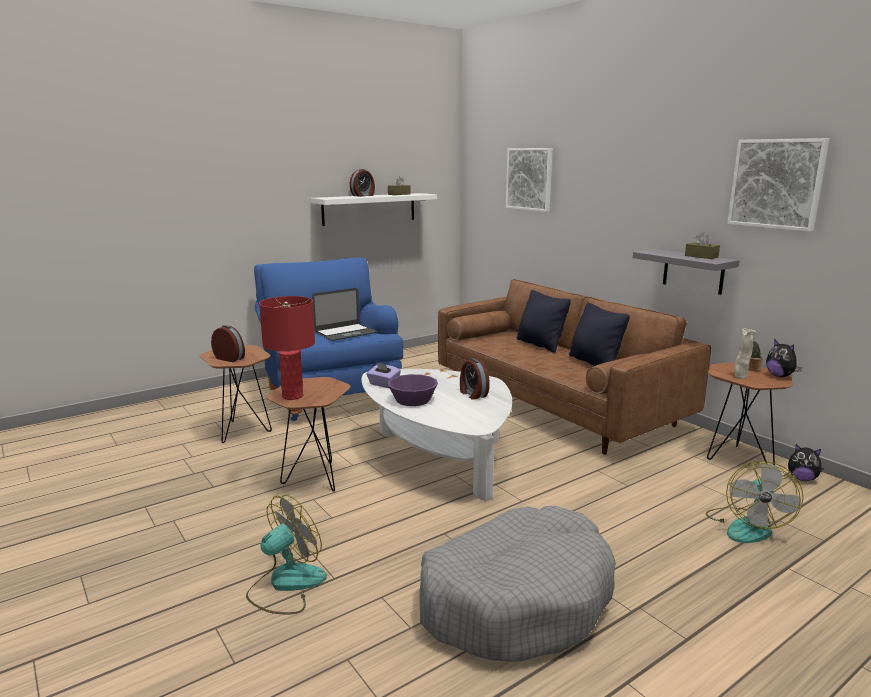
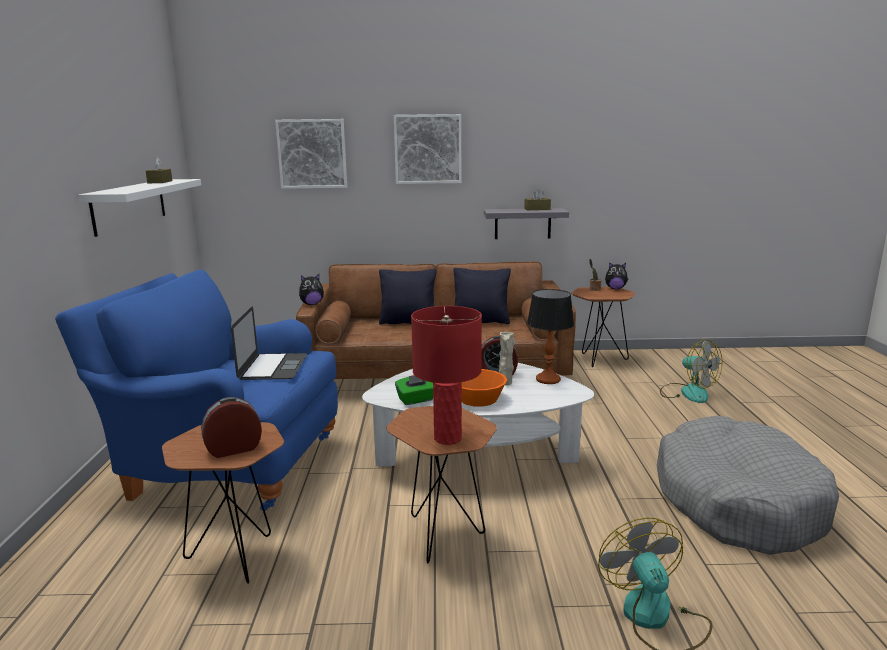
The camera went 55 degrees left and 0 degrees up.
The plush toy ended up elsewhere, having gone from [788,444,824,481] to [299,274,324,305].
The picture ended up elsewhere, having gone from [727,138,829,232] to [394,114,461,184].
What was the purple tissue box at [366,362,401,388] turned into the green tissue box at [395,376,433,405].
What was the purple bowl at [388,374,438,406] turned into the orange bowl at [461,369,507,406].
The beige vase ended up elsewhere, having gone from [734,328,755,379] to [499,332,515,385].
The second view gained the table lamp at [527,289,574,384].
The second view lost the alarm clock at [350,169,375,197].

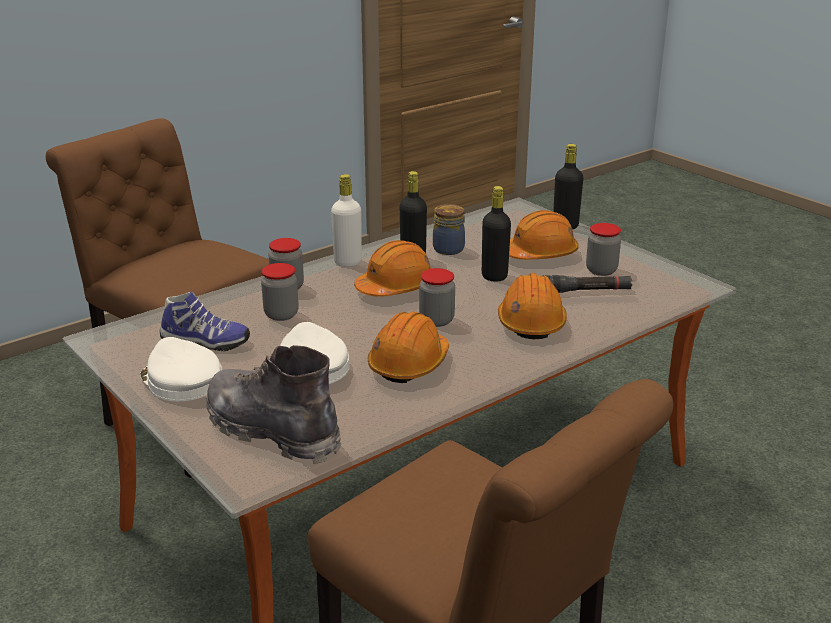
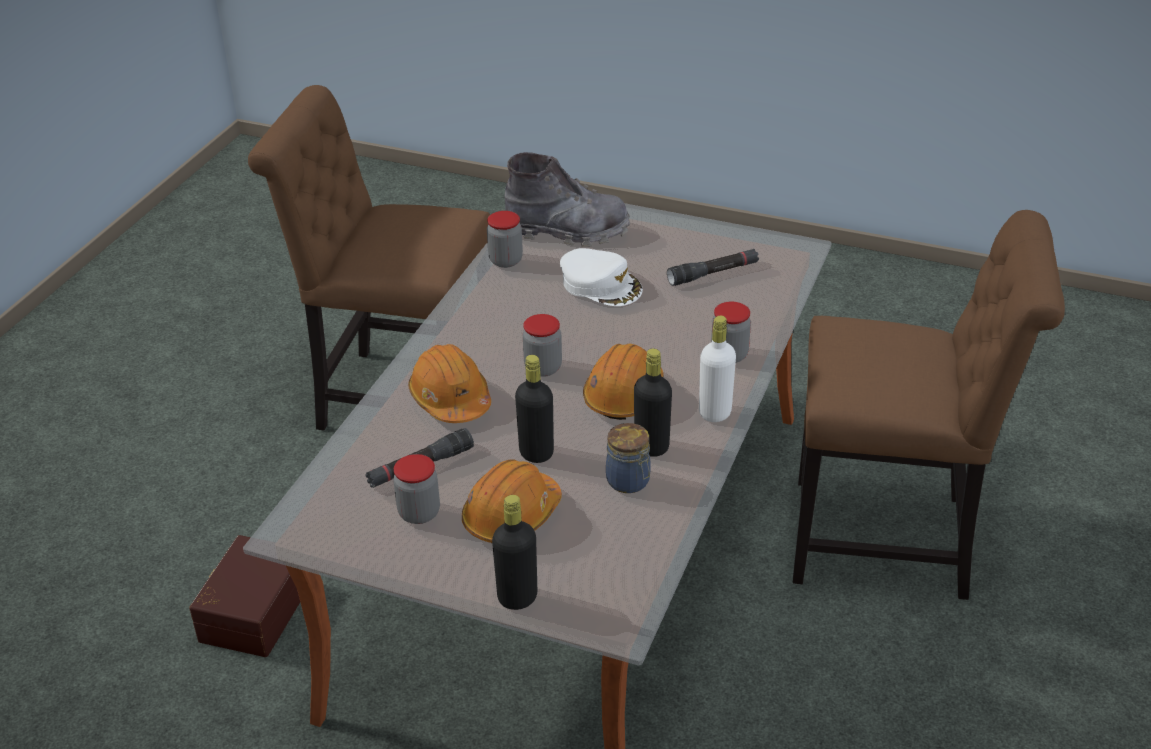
The camera went 150 degrees right and 10 degrees up.
The second view gained the brown storage box at [189,535,300,657].
The jar ended up elsewhere, having gone from [261,263,299,321] to [487,211,523,268].
Where the shoe stood at [160,291,250,351], the black flashlight came to stand at [667,249,759,286].
The second view lost the white cap at [140,337,222,401].
The second view lost the orange hard hat at [368,312,449,383].

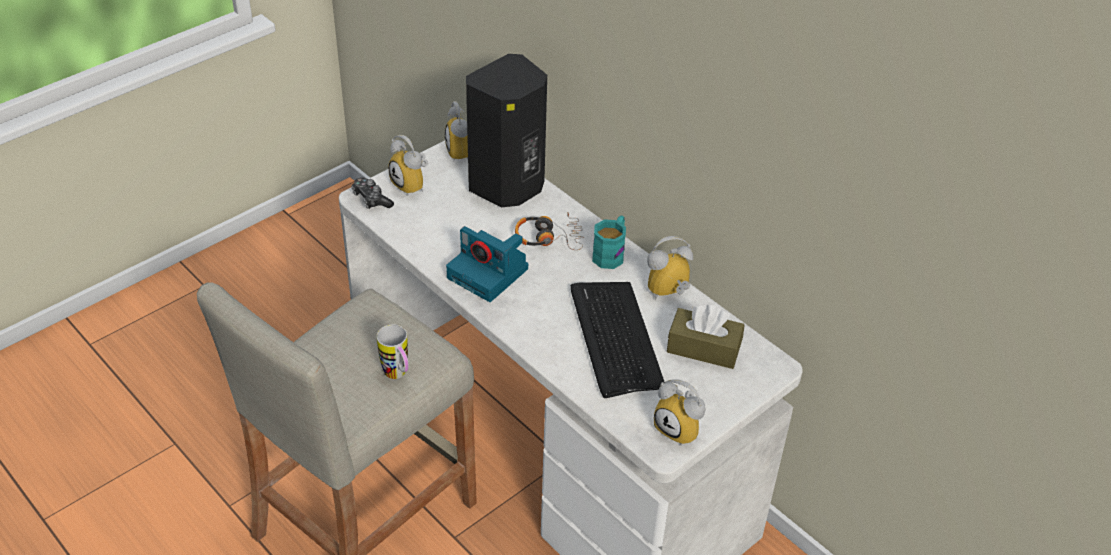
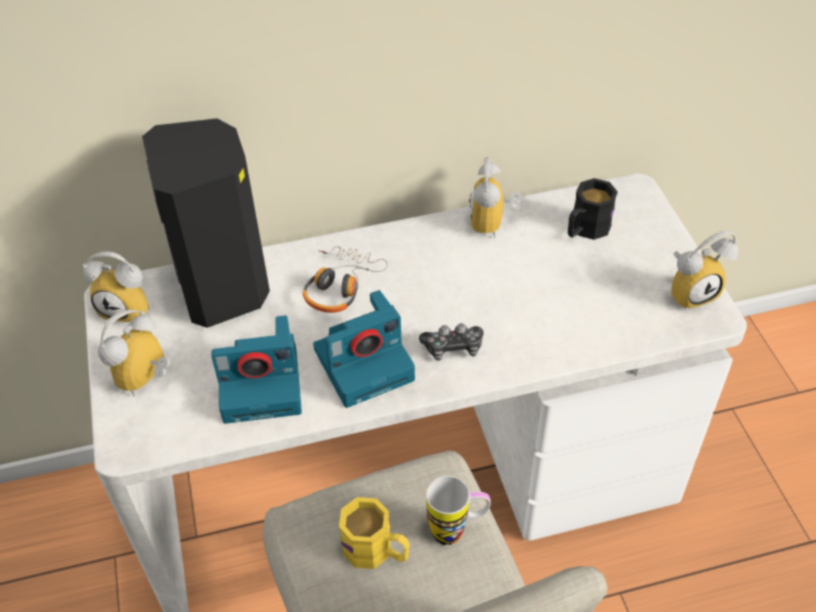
The camera went 60 degrees left and 5 degrees up.
The alarm clock at [388,135,428,195] ended up facing another way, 135 degrees clockwise from before.
The second view gained the photo camera at [212,315,302,424].
The second view gained the yellow mug at [339,497,410,569].
The game controller ended up elsewhere, having gone from [351,177,394,209] to [419,323,484,361].
Where the brown tissue box stood at [667,305,745,369], the black mug came to stand at [568,178,618,240].
The second view lost the keyboard at [571,282,664,398].
The second view lost the turquoise mug at [592,216,626,269].

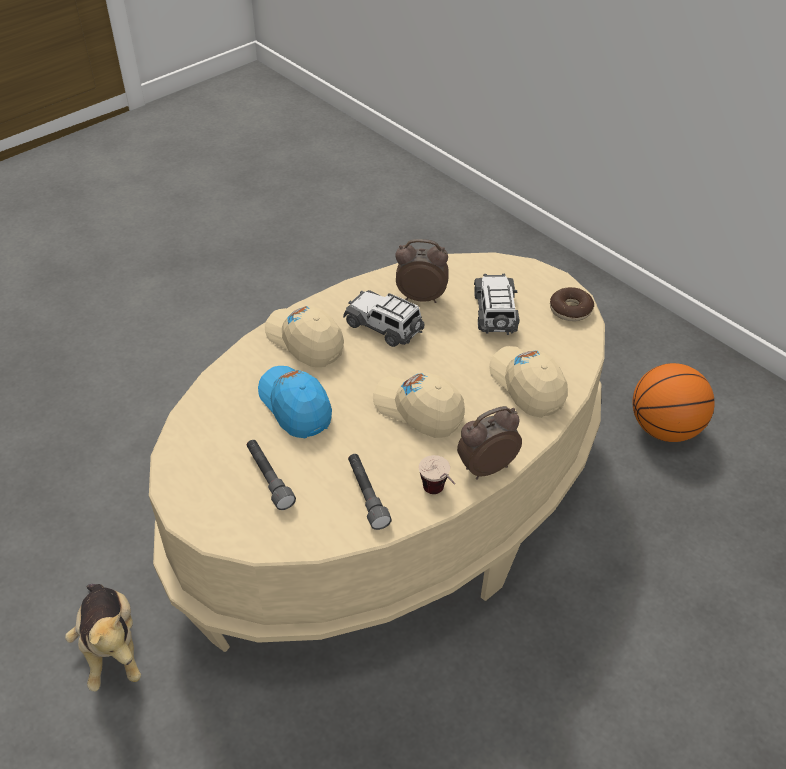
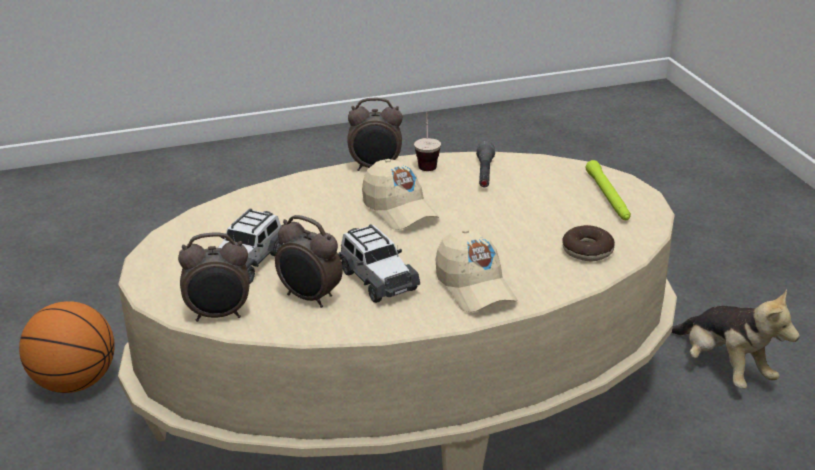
The camera went 155 degrees left and 15 degrees down.
The second view gained the alarm clock at [178,232,250,322].
The donut ended up elsewhere, having gone from [550,287,594,321] to [562,225,615,261].
The second view gained the green flashlight at [585,160,631,220].
The plush toy at [65,584,141,692] ended up facing another way, 150 degrees clockwise from before.
The second view lost the grey flashlight at [247,440,296,510].
The second view lost the blue cap at [258,366,332,438].
The second view lost the beige cap at [489,346,568,418].

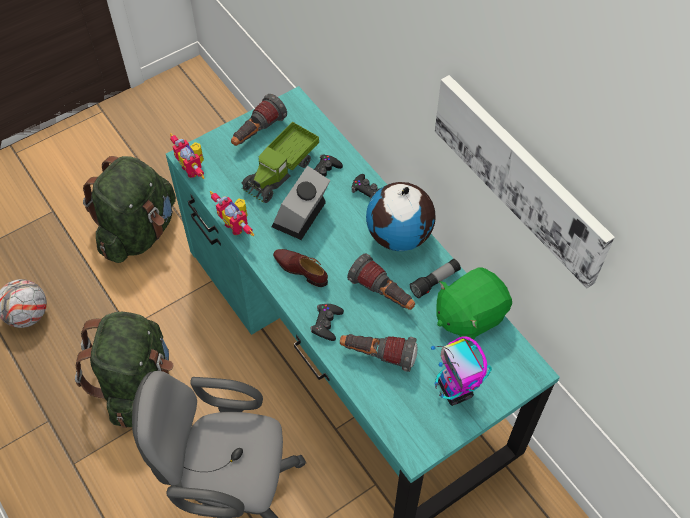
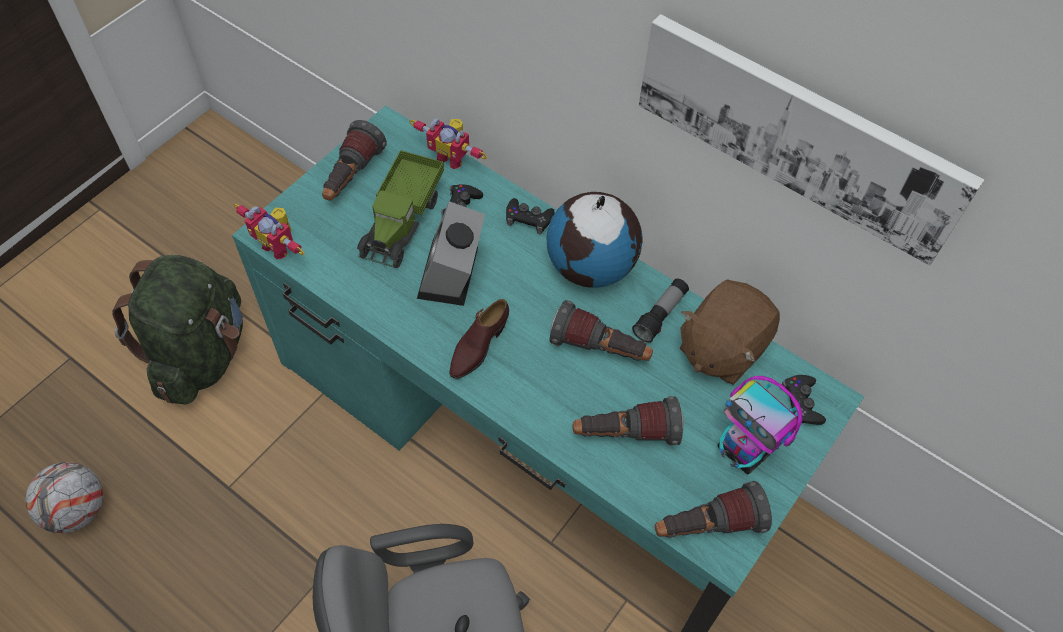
The camera went 20 degrees left and 0 degrees up.
The toy robot ended up elsewhere, having gone from [210,191,254,236] to [410,118,487,169].
The brown shoe at [273,249,328,287] ended up facing another way, 75 degrees counterclockwise from before.
The second view gained the flashlight at [655,481,772,538].
What was the green plush toy at [436,267,512,342] turned into the brown plush toy at [680,279,780,385].
The black game controller ended up elsewhere, having gone from [310,304,344,341] to [781,375,826,425].
The second view lost the green backpack at [75,312,174,428].

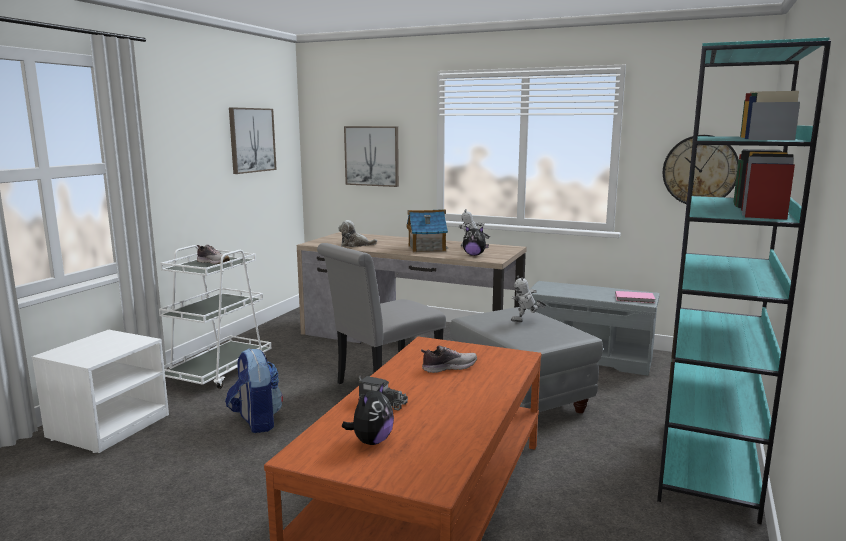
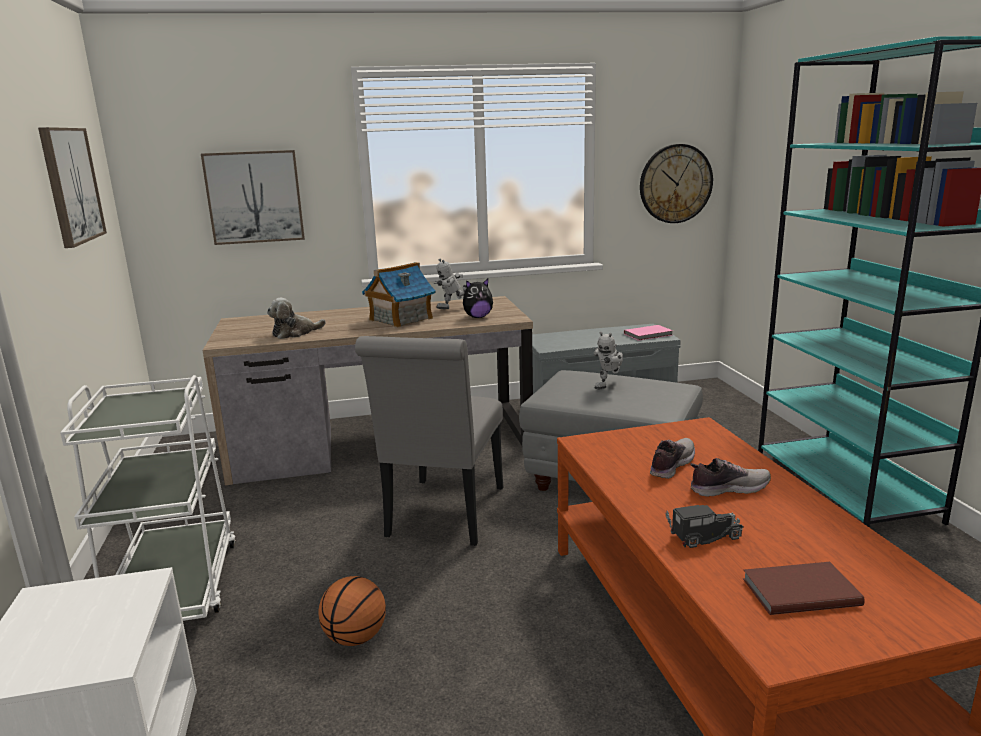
The camera went 35 degrees left and 5 degrees up.
Where the backpack stood at [225,348,283,433], the basketball came to stand at [319,576,386,646].
The shoe ended up elsewhere, having gone from [197,245,230,264] to [690,458,771,497].
Where the plush toy stood at [342,383,394,445], the brown book came to stand at [743,562,865,615].

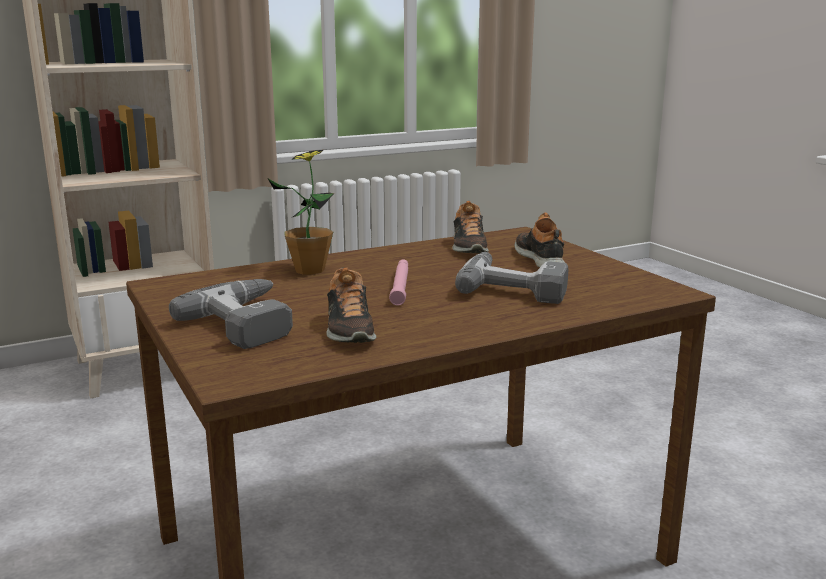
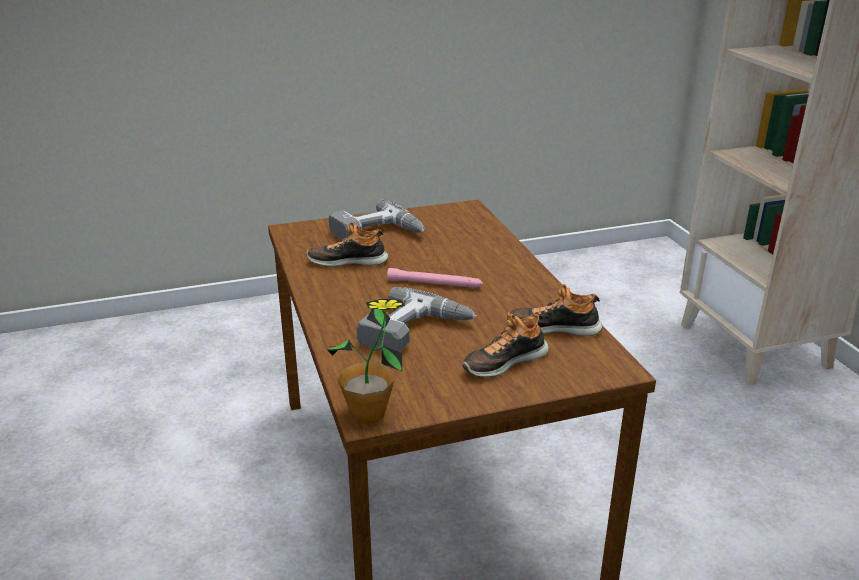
The camera went 100 degrees right and 10 degrees up.
The potted plant ended up elsewhere, having gone from [268,150,334,275] to [327,299,405,425].
The shoe at [515,212,565,268] ended up facing another way, 150 degrees clockwise from before.

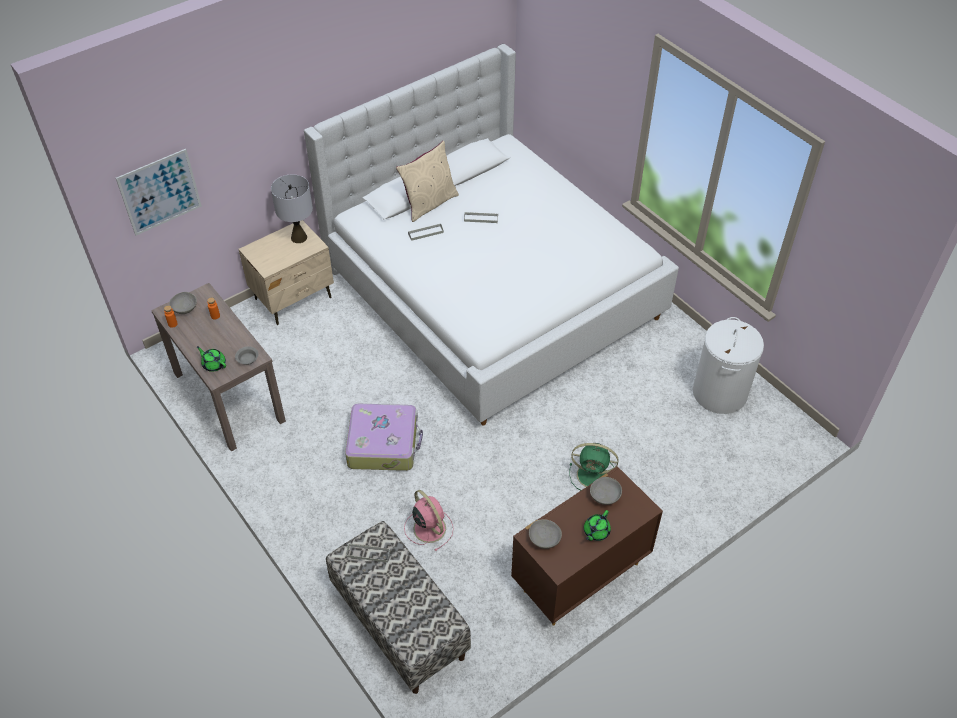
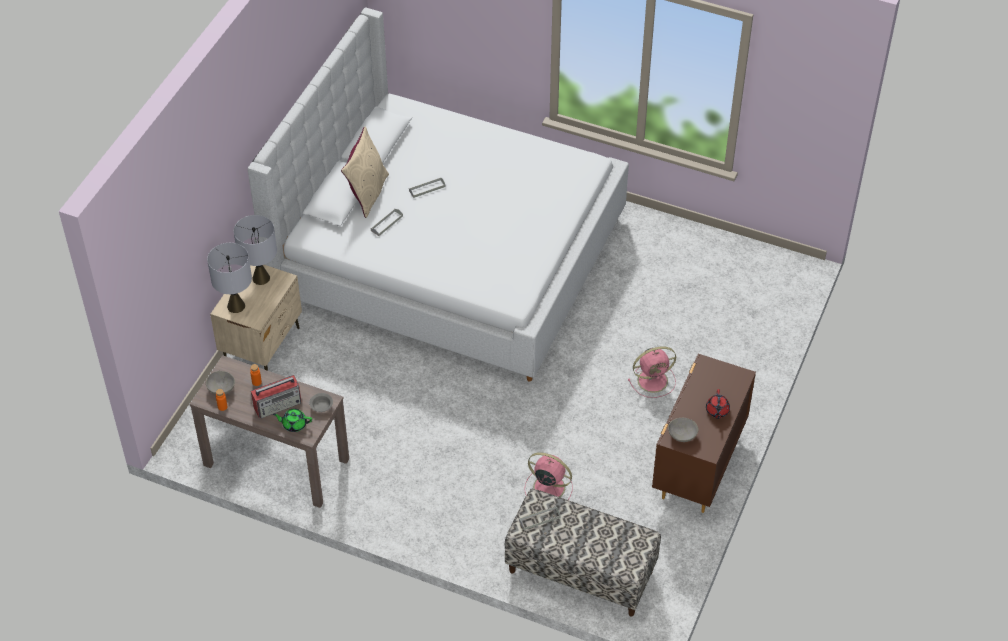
The camera went 30 degrees left and 0 degrees up.
The second view gained the grey table lamp at [207,243,252,313].
The second view gained the radio at [251,375,302,418].
What was the green fan at [569,443,619,490] turned into the pink fan at [628,346,676,398].
What was the green teapot at [584,510,611,541] turned into the red teapot at [706,389,730,419].
The second view lost the picture at [116,149,202,235].
The second view lost the suitcase at [345,404,423,471].
The second view lost the grey bowl at [590,477,622,505].
The second view lost the white laundry basket at [693,317,764,414].

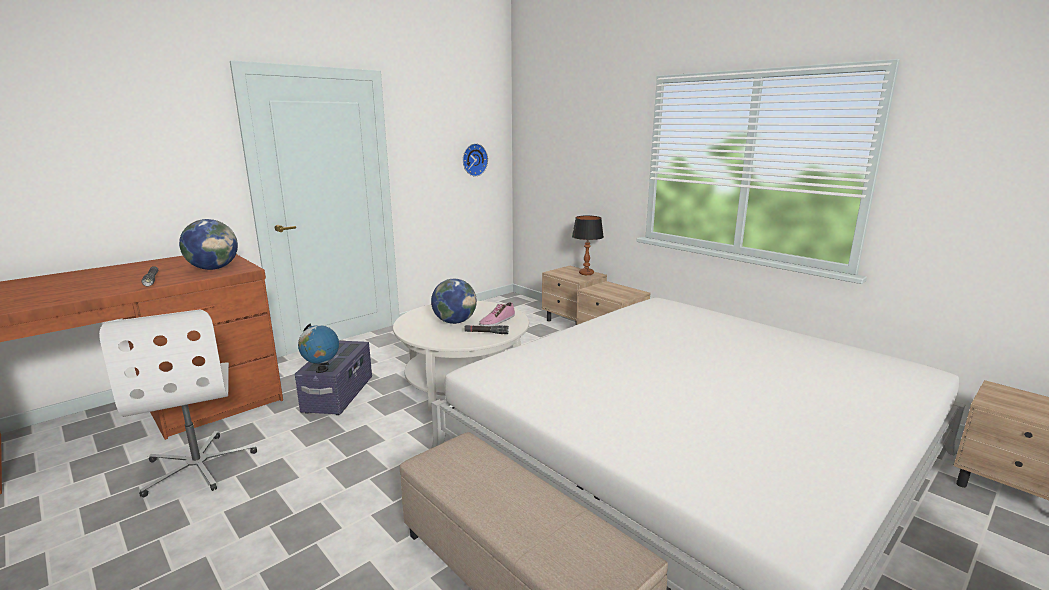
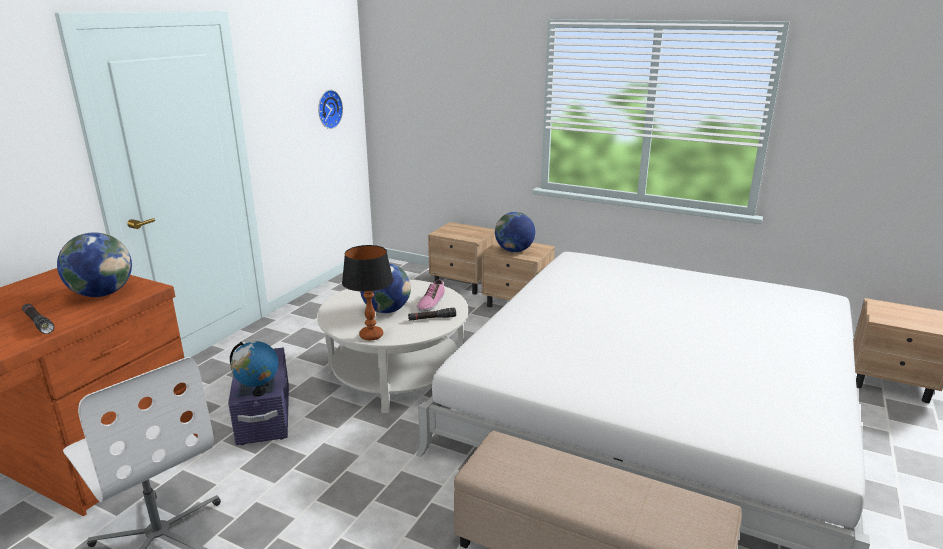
The camera went 20 degrees left and 5 degrees up.
The table lamp ended up elsewhere, having gone from [572,216,604,275] to [342,245,393,340].
The second view gained the globe at [495,212,535,252].

